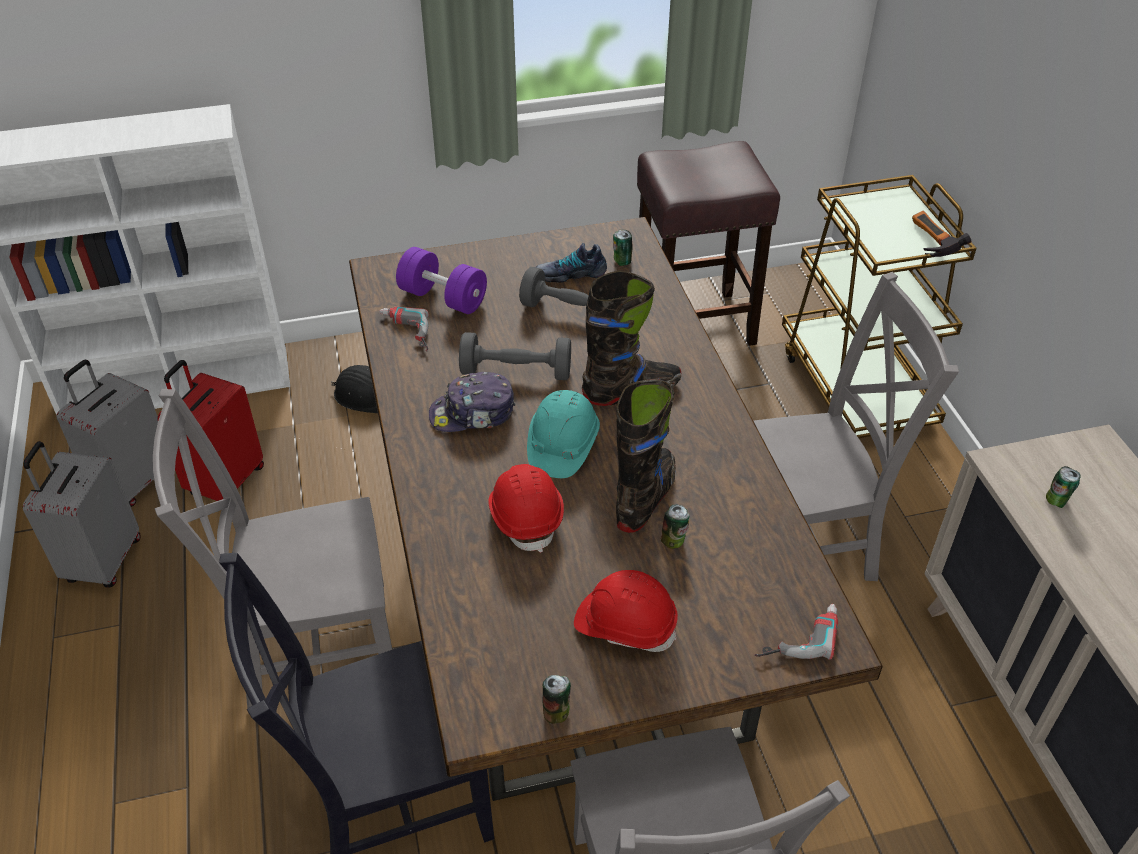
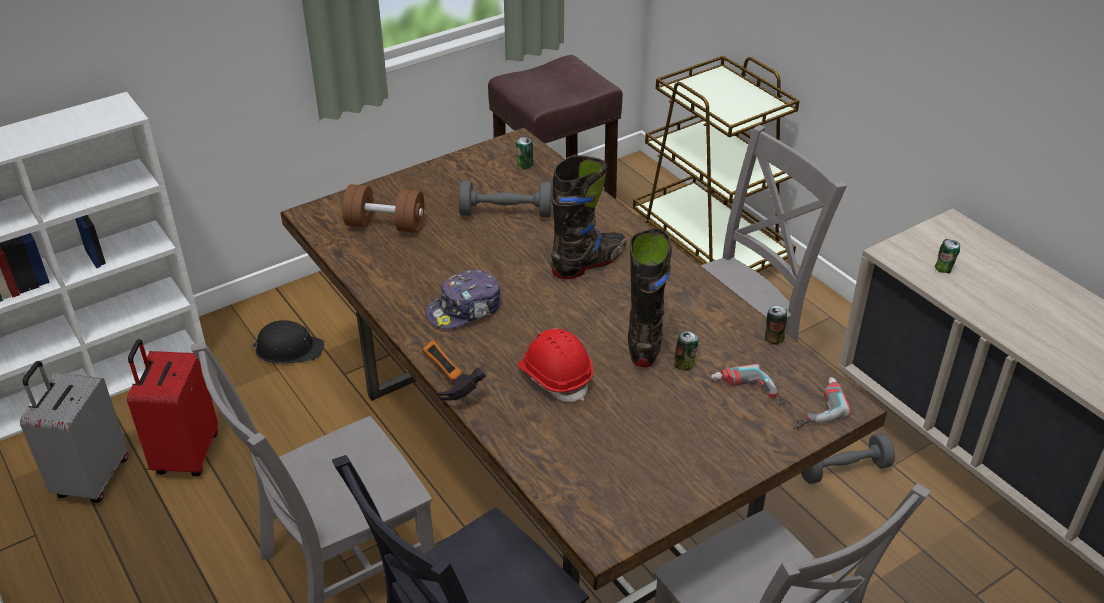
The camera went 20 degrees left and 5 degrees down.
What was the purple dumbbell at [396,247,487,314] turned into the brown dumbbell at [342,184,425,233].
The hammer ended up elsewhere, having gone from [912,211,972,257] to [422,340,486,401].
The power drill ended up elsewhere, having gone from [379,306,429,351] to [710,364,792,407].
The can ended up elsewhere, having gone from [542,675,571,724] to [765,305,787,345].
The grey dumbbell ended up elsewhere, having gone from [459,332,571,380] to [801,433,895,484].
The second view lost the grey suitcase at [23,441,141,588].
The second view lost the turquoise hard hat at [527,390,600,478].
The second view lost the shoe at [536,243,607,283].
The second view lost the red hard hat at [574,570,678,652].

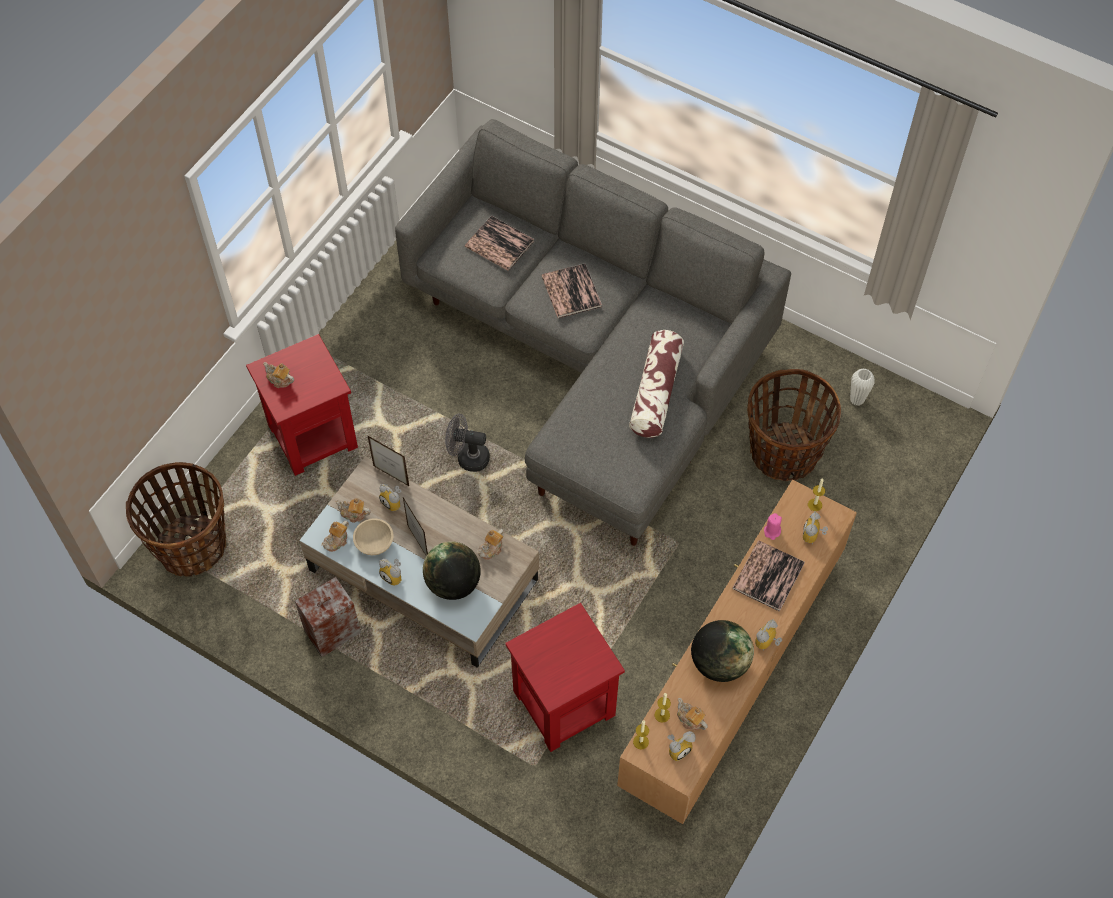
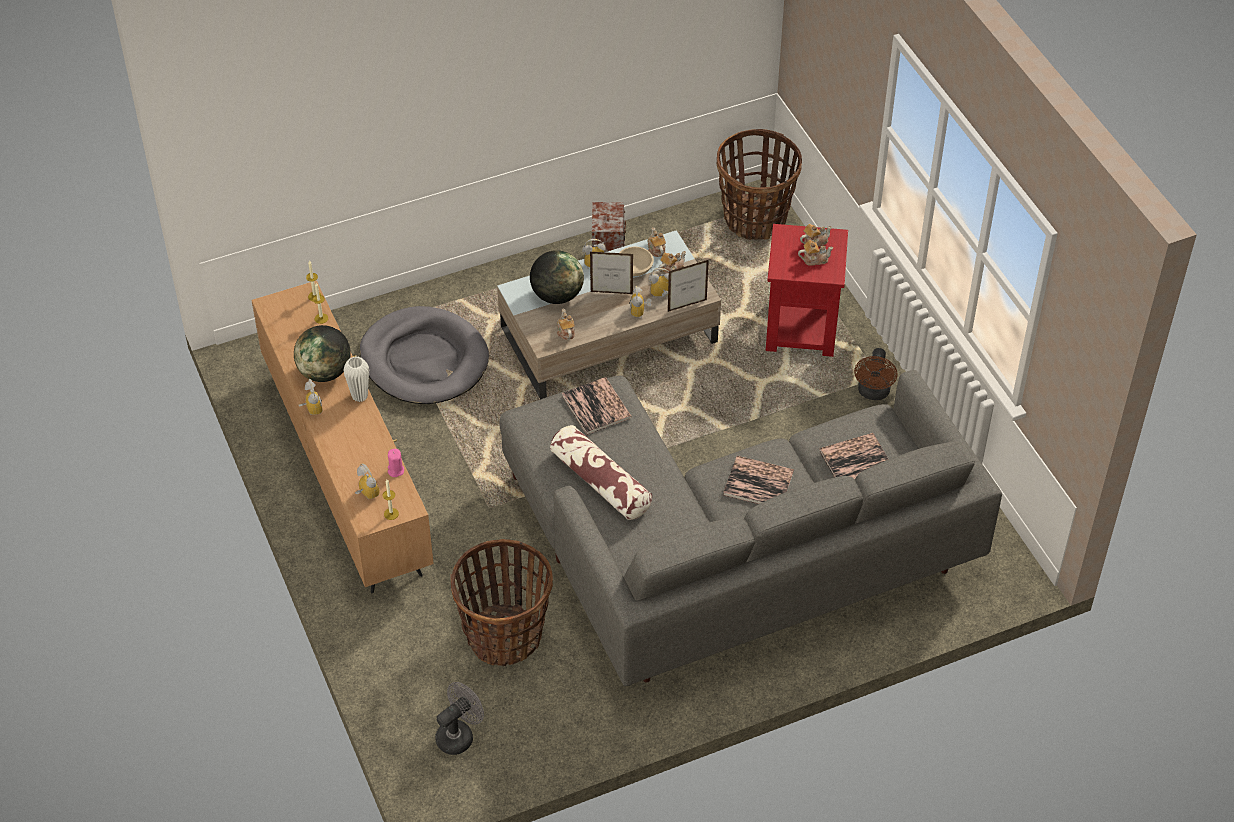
The camera went 125 degrees right and 10 degrees down.
The white vase ended up elsewhere, having gone from [850,368,875,405] to [343,356,369,402].
Where the red side table stood at [505,603,625,752], the grey dog bed came to stand at [360,306,489,404].
The grey fan ended up elsewhere, having gone from [445,414,490,472] to [435,682,484,755].
The book ended up elsewhere, having gone from [732,540,805,612] to [562,377,632,435].
The alarm clock ended up elsewhere, having gone from [667,731,695,761] to [630,286,651,319].
The teapot ended up elsewhere, having gone from [677,698,708,730] to [798,240,833,266].
The second view gained the brown fan at [854,348,897,400].

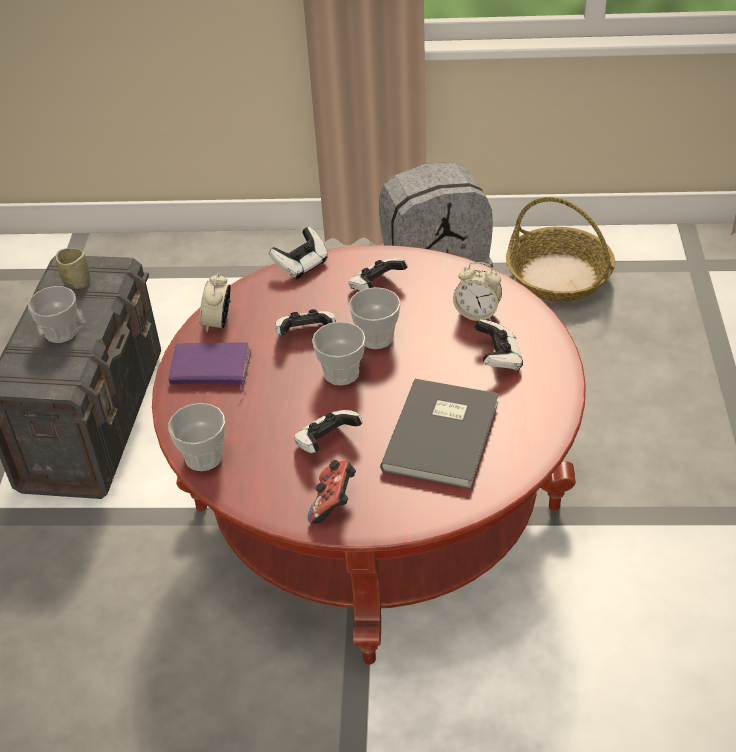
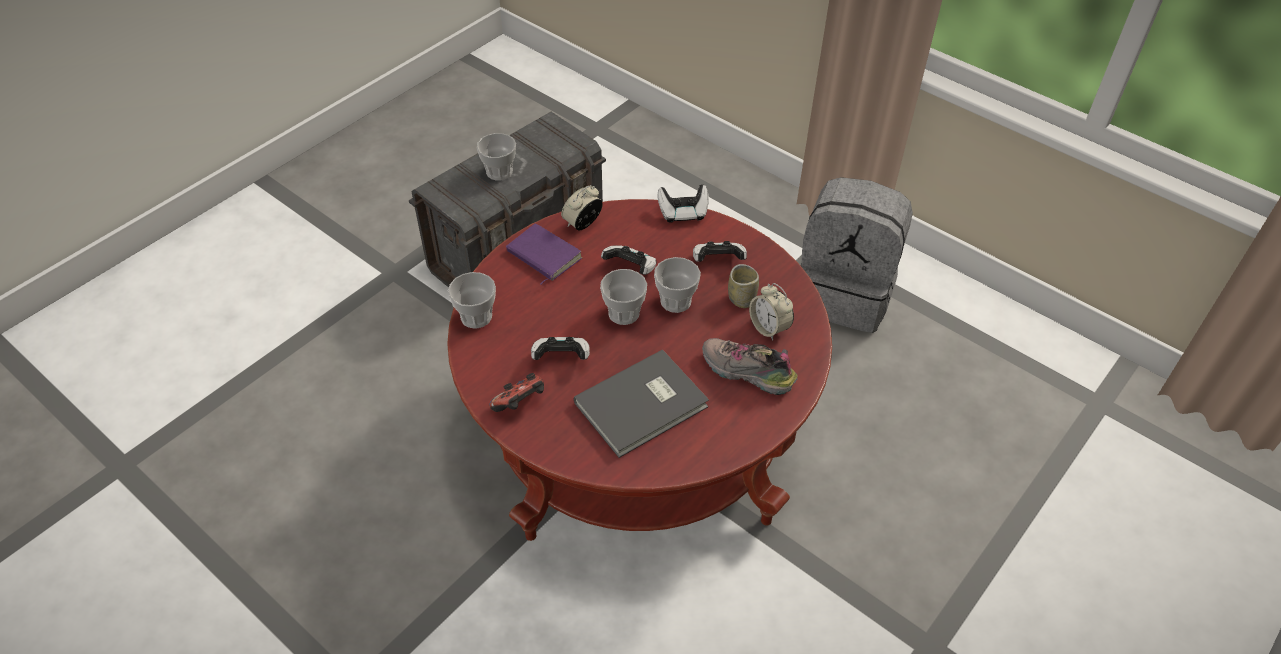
The camera went 35 degrees right and 5 degrees up.
Where the game controller stood at [474,319,523,371], the shoe came to stand at [702,338,798,395].
The cup ended up elsewhere, having gone from [56,248,90,289] to [728,264,759,308].
The second view lost the basket at [506,197,615,302].

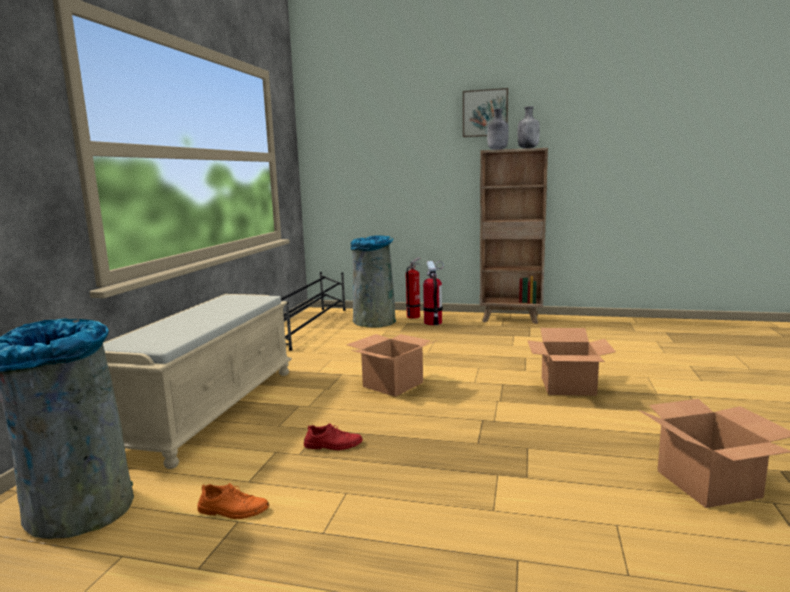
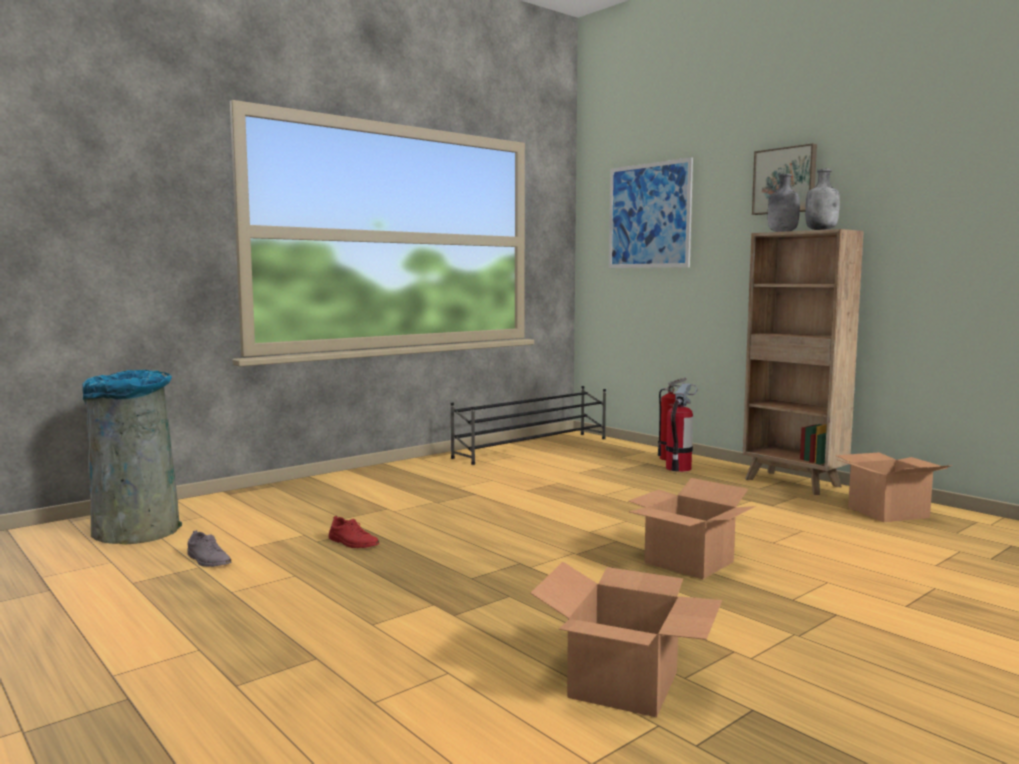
The camera went 35 degrees right and 5 degrees down.
What was the orange shoe at [197,483,269,519] turned into the grey shoe at [187,530,231,567].
The second view gained the picture at [609,157,693,268].
The cardboard box ended up elsewhere, having gone from [346,334,438,397] to [835,453,952,522].
The second view lost the beige bench at [103,294,292,469].
The second view lost the grey trash can at [351,235,396,328].

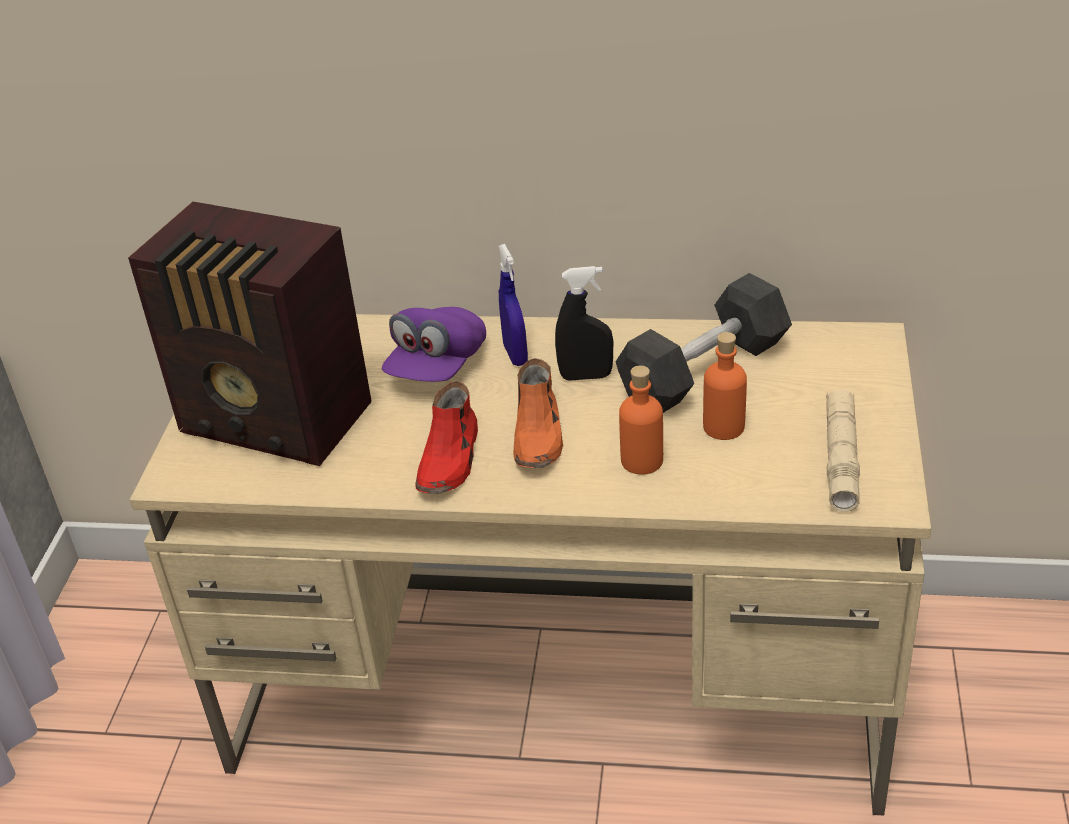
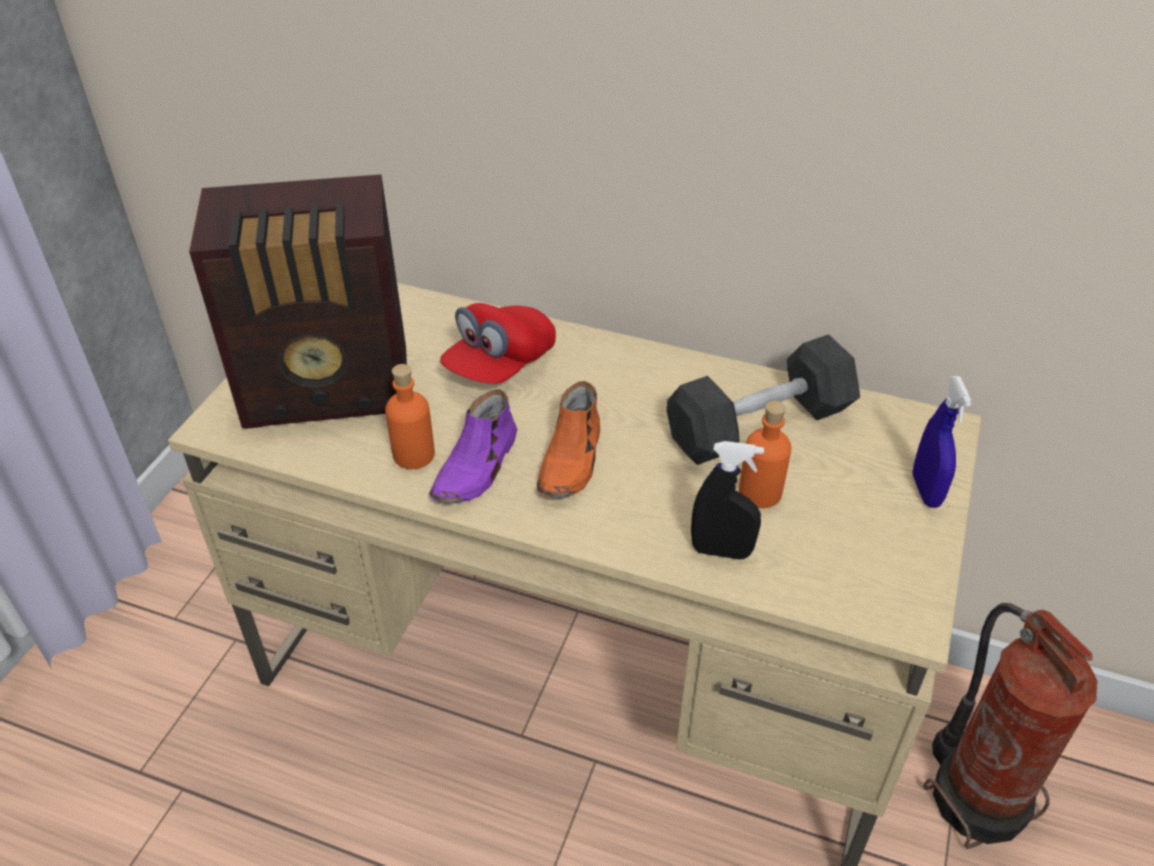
The camera went 10 degrees right and 5 degrees up.
The radio at [128,202,372,466] ended up facing another way, 45 degrees counterclockwise from before.
The orange bottle ended up elsewhere, having gone from [619,365,663,475] to [385,364,435,469].
What was the red shoe at [415,381,478,494] turned into the purple shoe at [429,389,517,504].
What was the purple cap at [382,307,486,382] turned into the red cap at [440,303,556,384].
The black spray bottle ended up elsewhere, having gone from [555,266,613,381] to [691,441,764,559].
The blue spray bottle ended up elsewhere, having gone from [498,244,528,366] to [912,376,972,508].
The second view gained the fire extinguisher at [923,603,1097,849].
The second view lost the beige flashlight at [826,390,860,512].

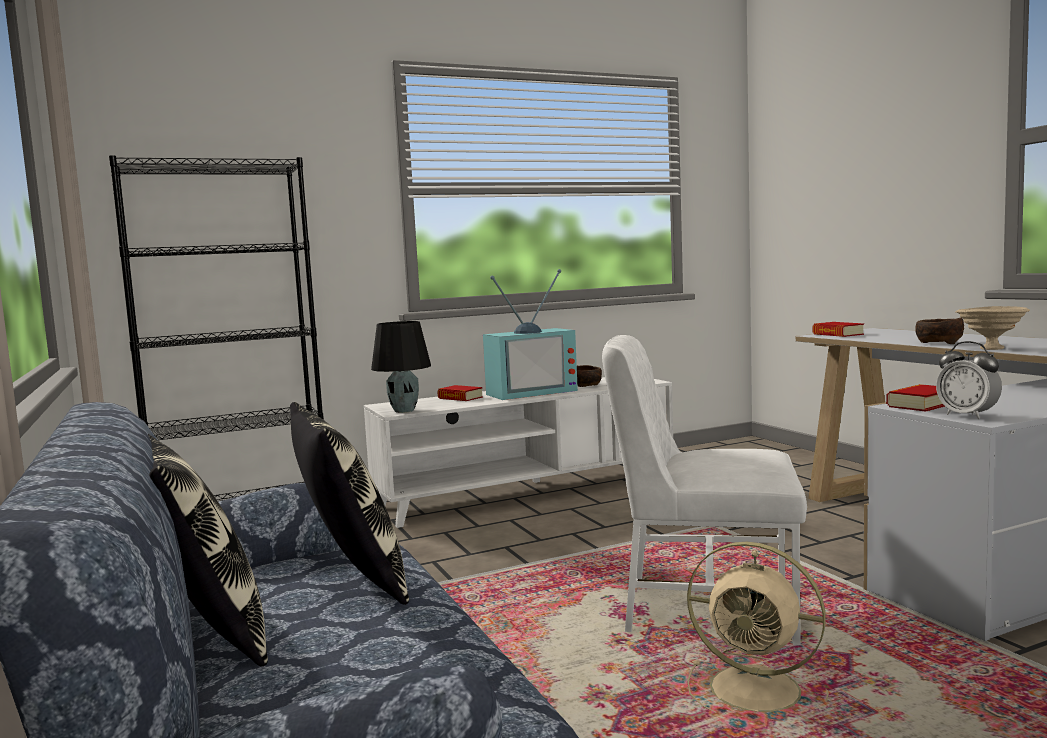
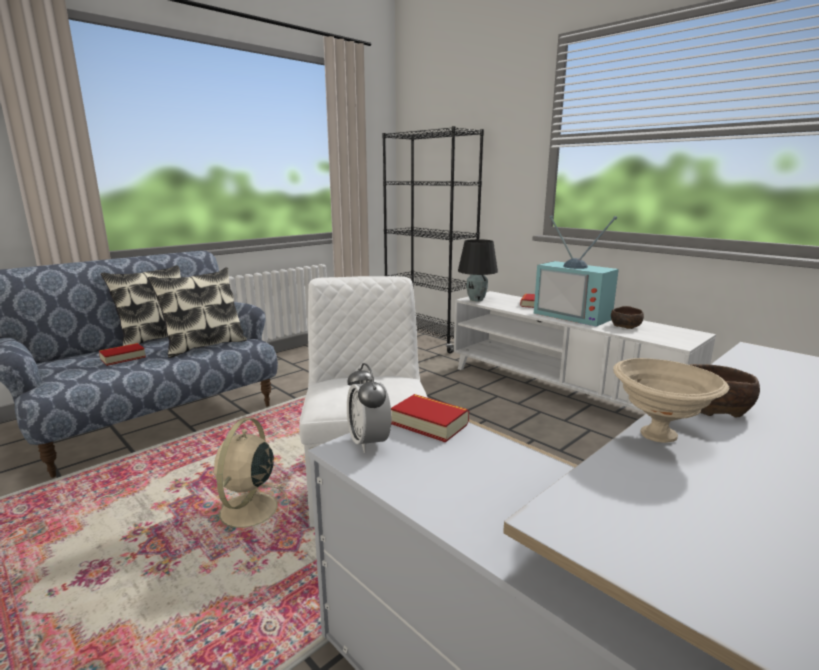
The camera went 70 degrees right and 10 degrees up.
The book ended up elsewhere, having gone from [812,322,864,337] to [99,343,146,366].
The alarm clock at [936,341,1002,419] ended up facing another way, 60 degrees counterclockwise from before.

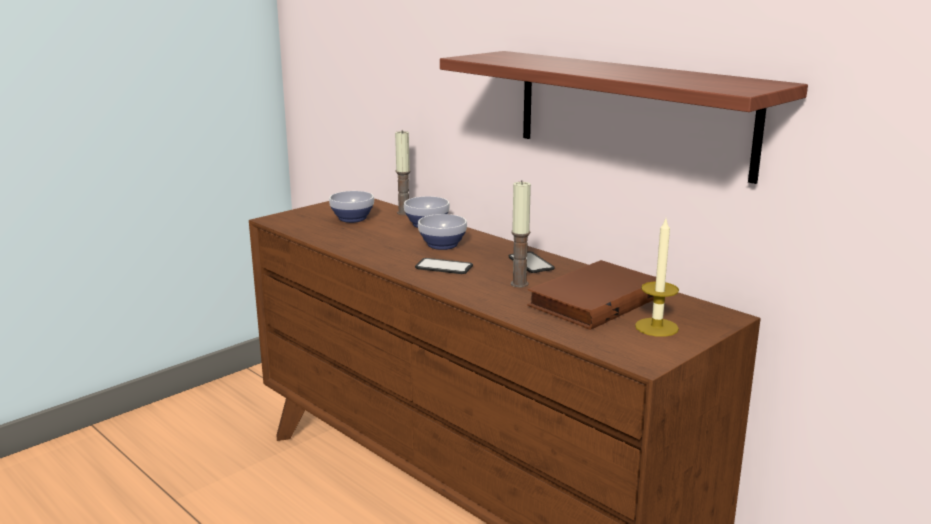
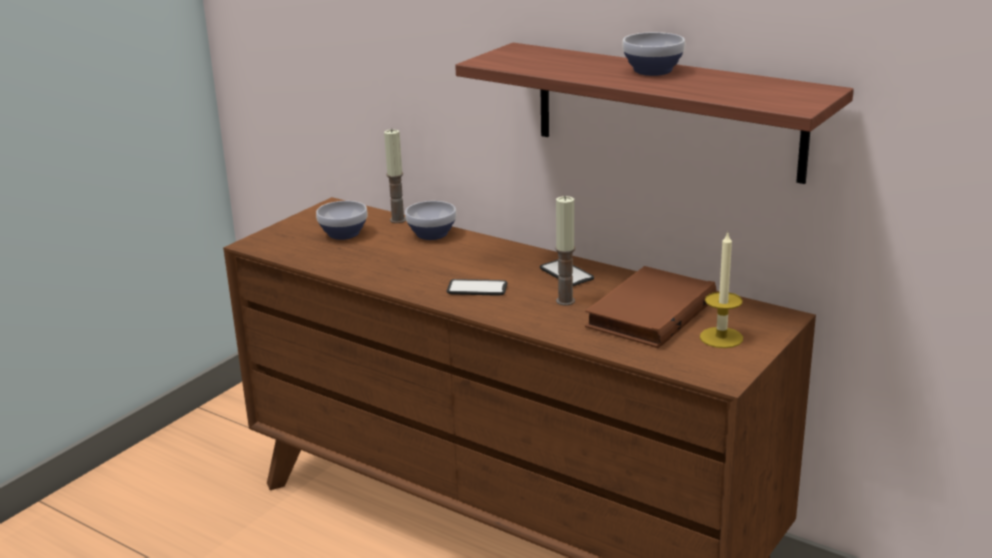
The camera went 10 degrees left and 5 degrees up.
The bowl ended up elsewhere, having gone from [418,214,467,250] to [622,32,685,76].

